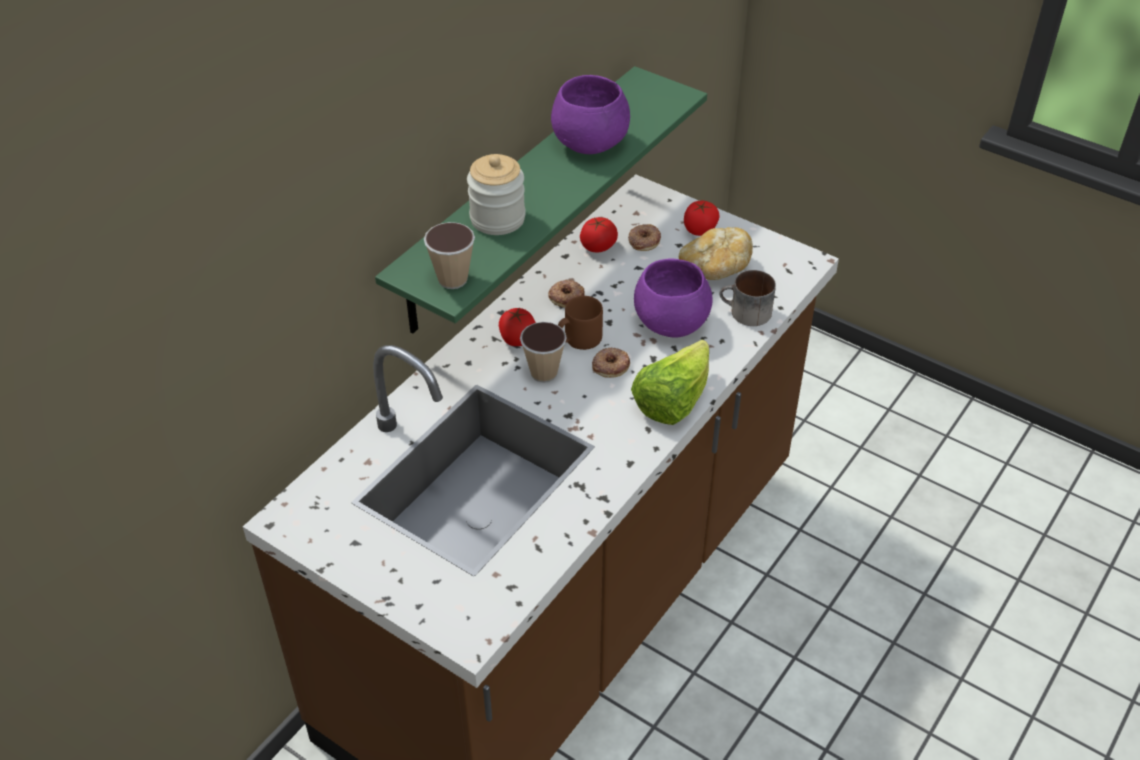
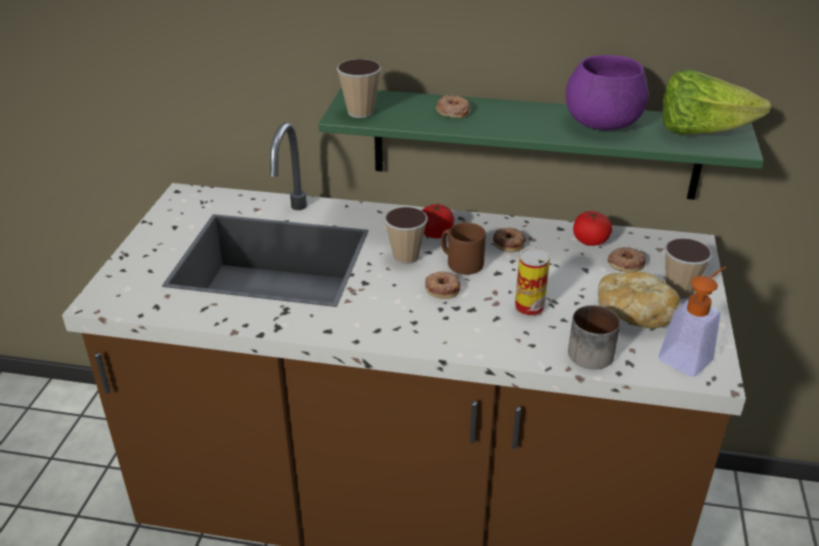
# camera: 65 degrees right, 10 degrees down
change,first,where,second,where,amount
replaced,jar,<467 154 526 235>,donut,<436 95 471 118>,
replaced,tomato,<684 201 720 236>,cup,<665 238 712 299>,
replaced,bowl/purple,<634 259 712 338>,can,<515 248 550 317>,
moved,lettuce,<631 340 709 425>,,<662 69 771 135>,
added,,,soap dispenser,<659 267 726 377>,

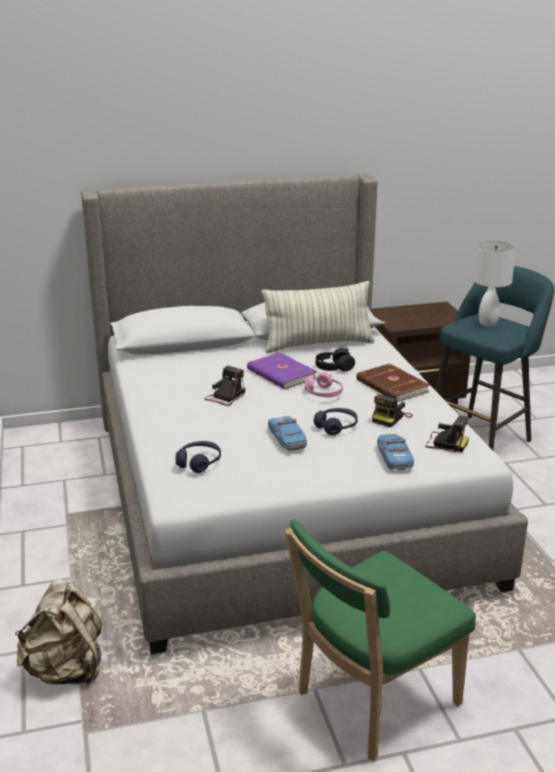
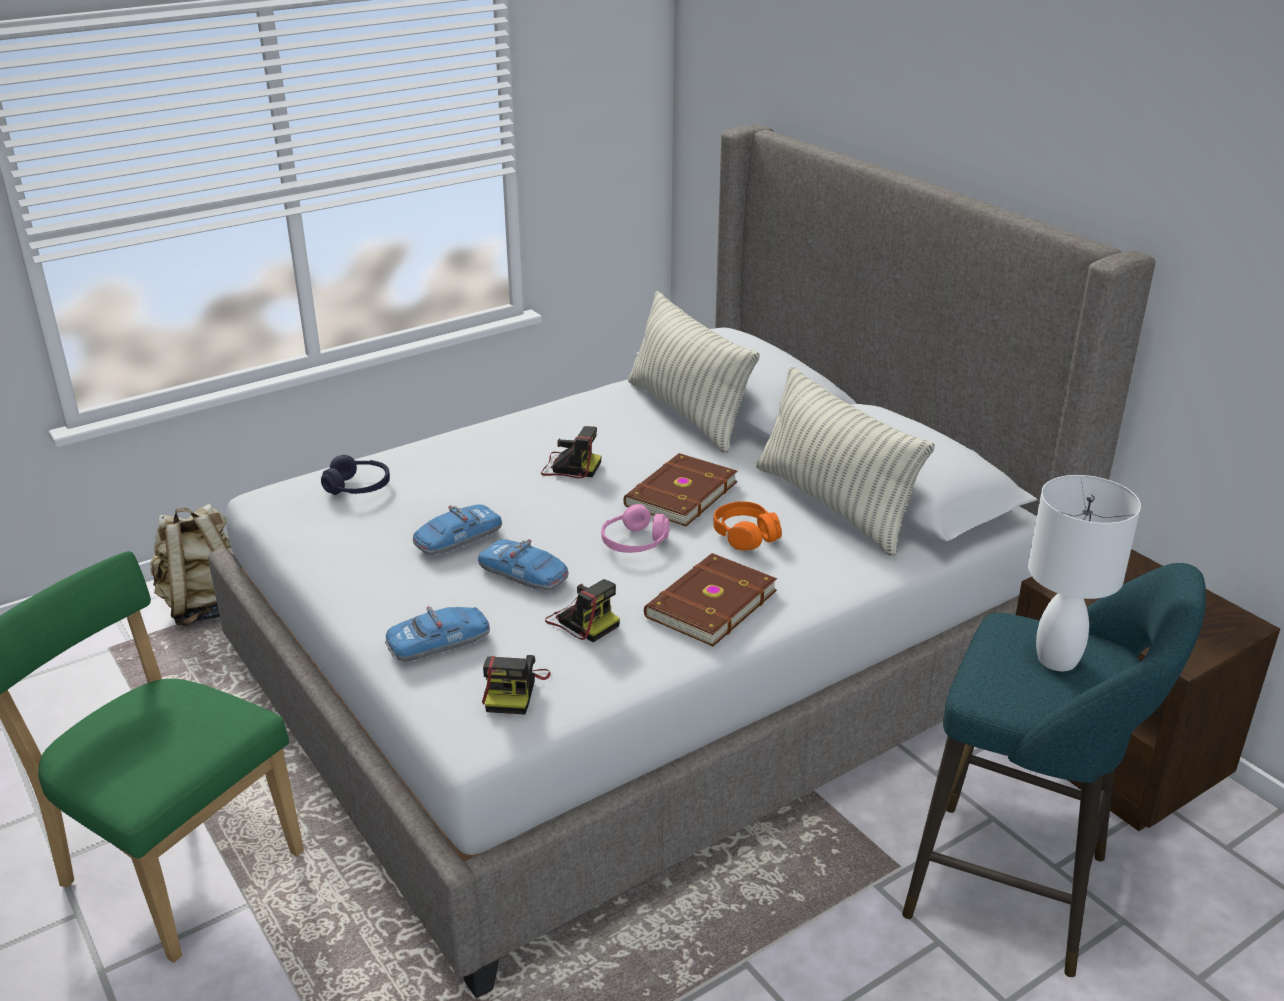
# camera: 70 degrees right, 5 degrees up
change,first,where,second,where,amount
recoloured,headphones/black,<316 348 355 371>,headphones/orange,<714 501 782 551>,
recoloured,book/purple,<247 353 317 389>,book/brown,<623 453 737 526>,
turned,photo camera,<372 394 413 427>,,<545 579 620 642>,150 degrees counterclockwise
replaced,headphones/purple,<314 408 358 435>,toy car,<478 539 569 590>,
added,,,pillow,<628 291 760 453>,

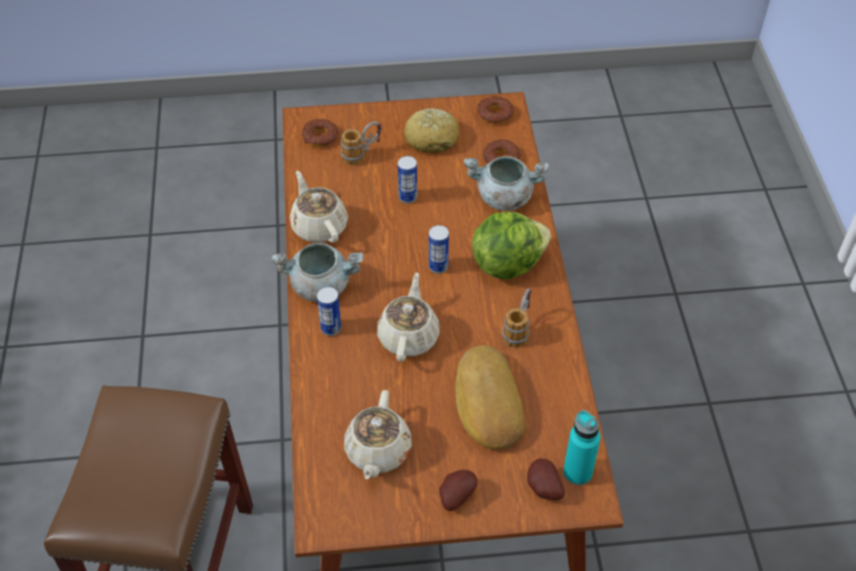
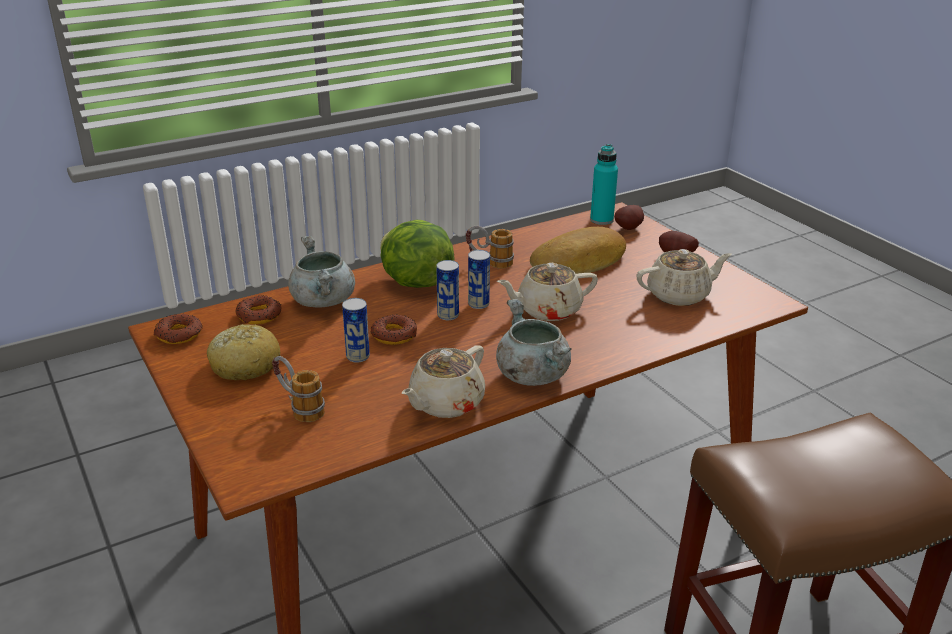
# camera: 115 degrees left, 20 degrees down
change,first,where,second,where,amount
moved,donut,<302 119 339 147>,,<371 314 417 345>,
moved,can,<317 287 341 336>,,<468 250 490 309>,

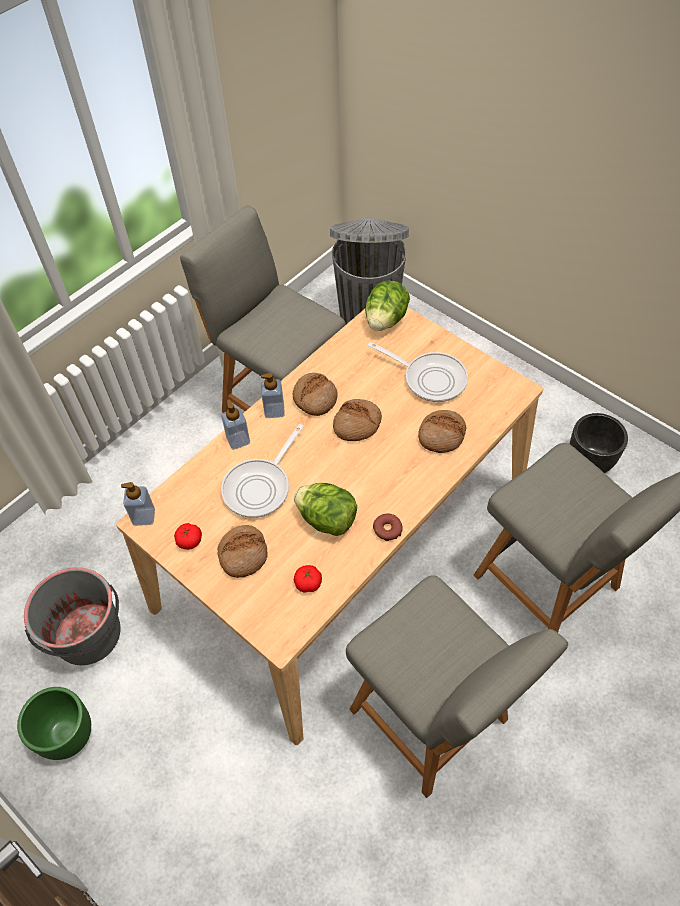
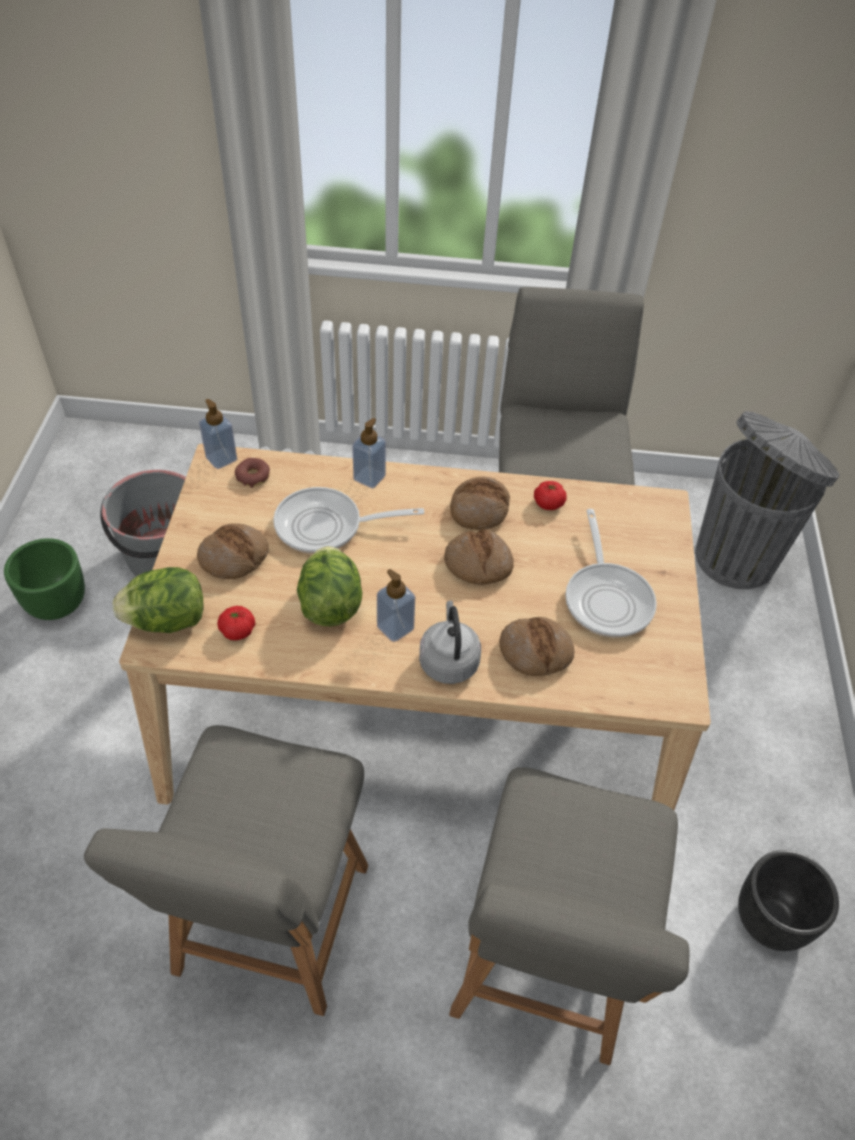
# camera: 50 degrees right, 5 degrees down
change,first,where,second,where,amount
moved,lettuce,<365 280 410 331>,,<112 567 204 633>,
moved,soap dispenser,<261 373 285 418>,,<377 569 415 642>,
moved,donut,<373 514 403 541>,,<235 458 270 488>,
moved,tomato,<174 523 202 550>,,<534 481 567 510>,
added,,,kettle/grey,<419 600 481 684>,

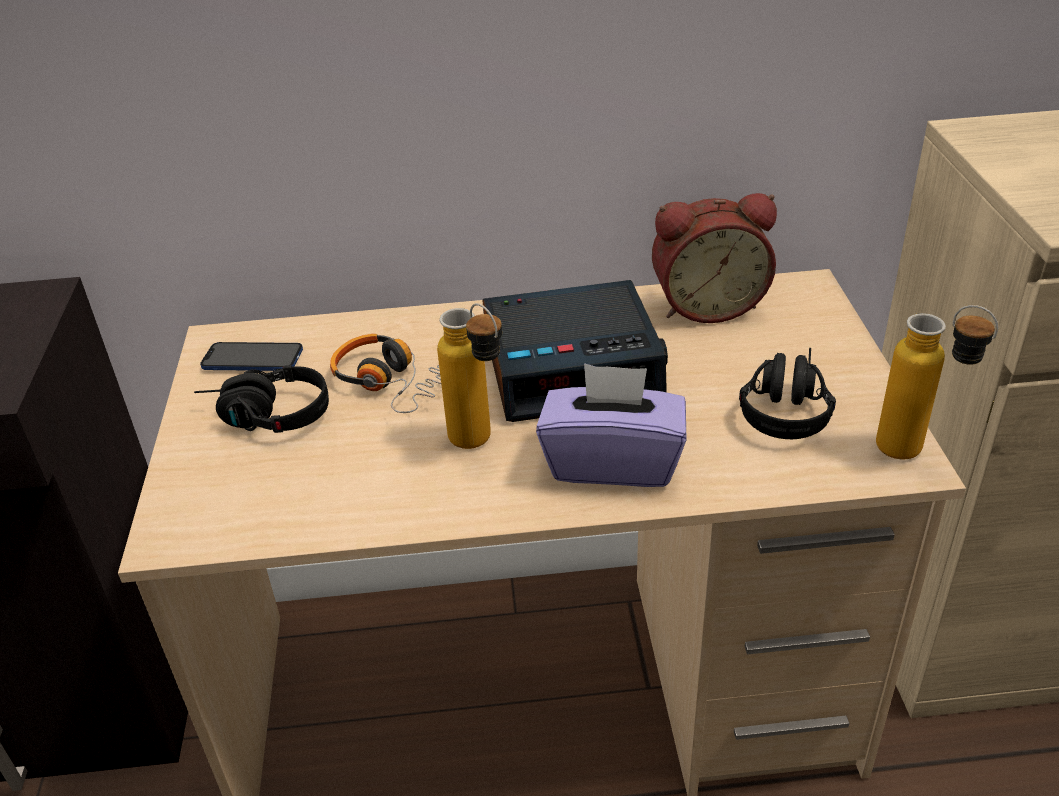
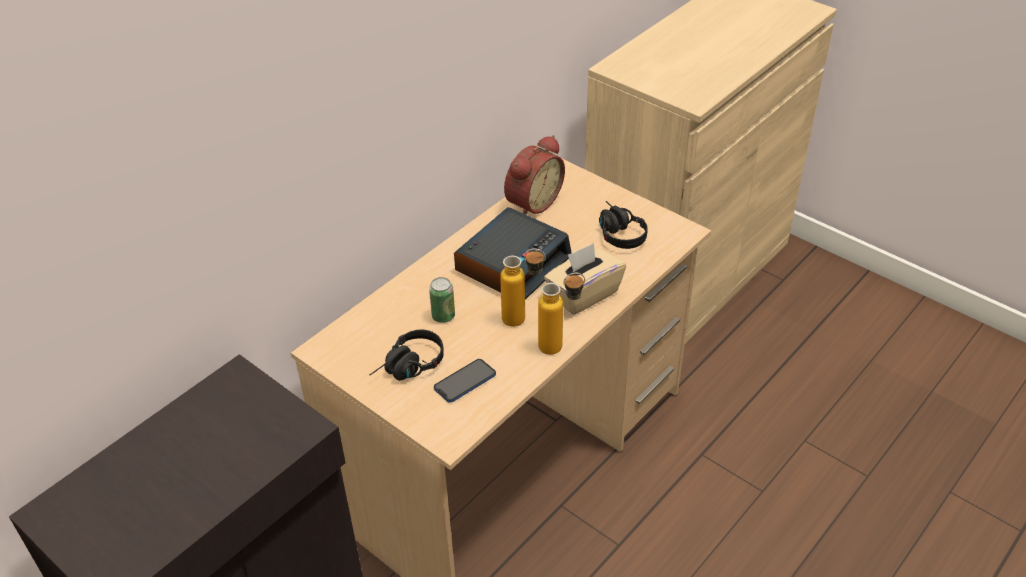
# camera: 45 degrees left, 5 degrees up
change,first,where,second,where,amount
moved,bottle,<876 305 998 460>,,<538 273 585 355>,
replaced,headphones,<330 334 441 413>,can,<429 277 455 323>,
moved,phone,<200 342 303 371>,,<434 359 496 403>,
recoloured,tissue box/purple,<536 363 687 487>,tissue box/beige,<544 243 626 315>,

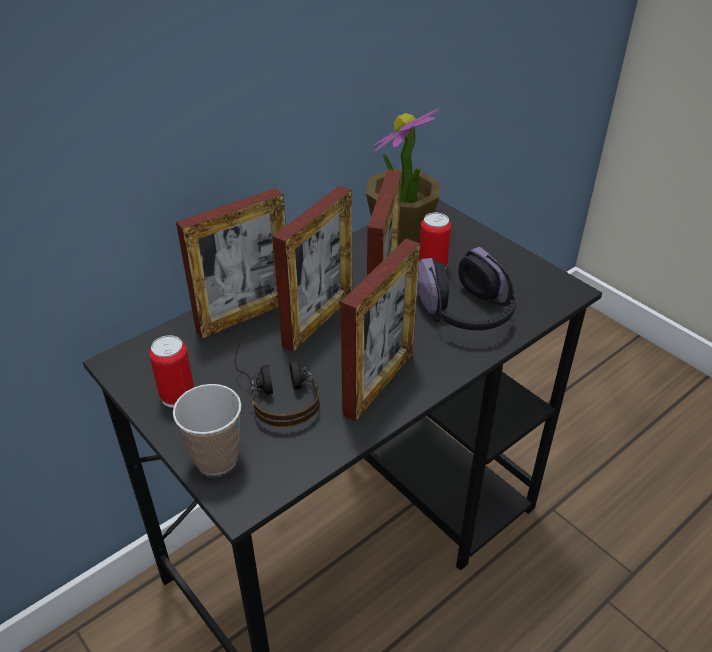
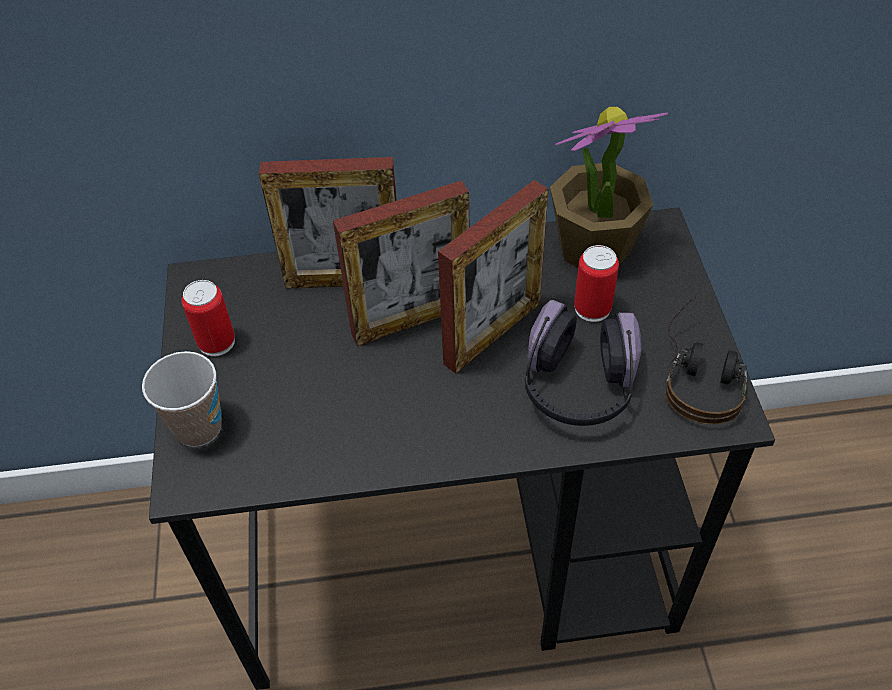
# camera: 35 degrees right, 10 degrees up
change,first,where,second,where,amount
removed,picture frame,<340 239 420 421>,,,
moved,headphones,<234 332 320 427>,,<666 296 748 424>,

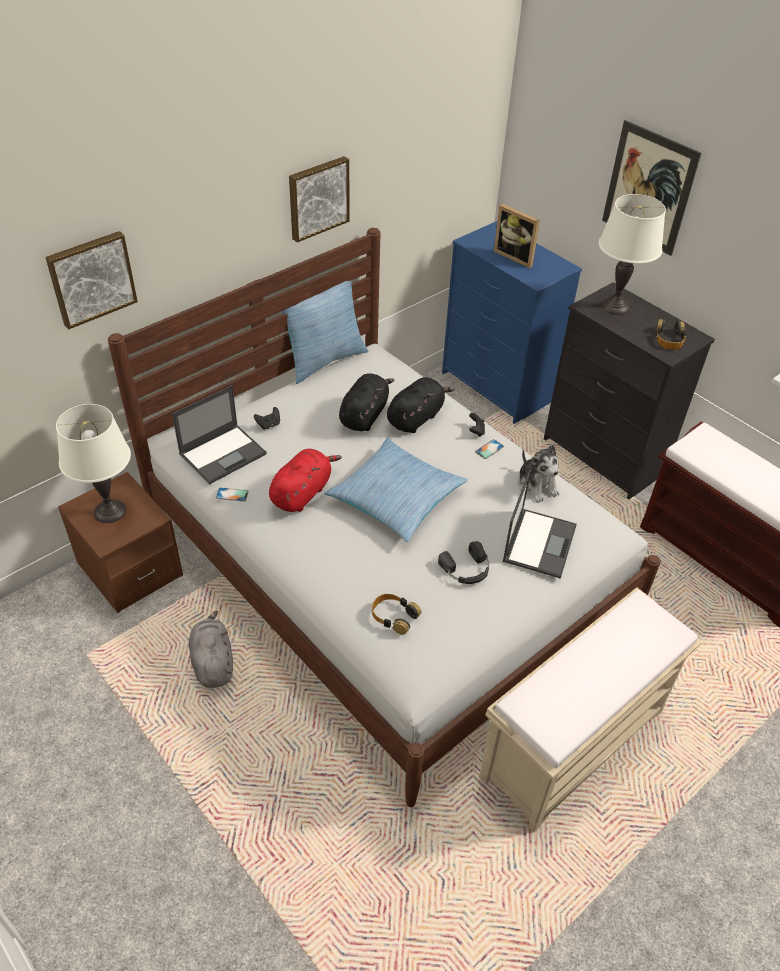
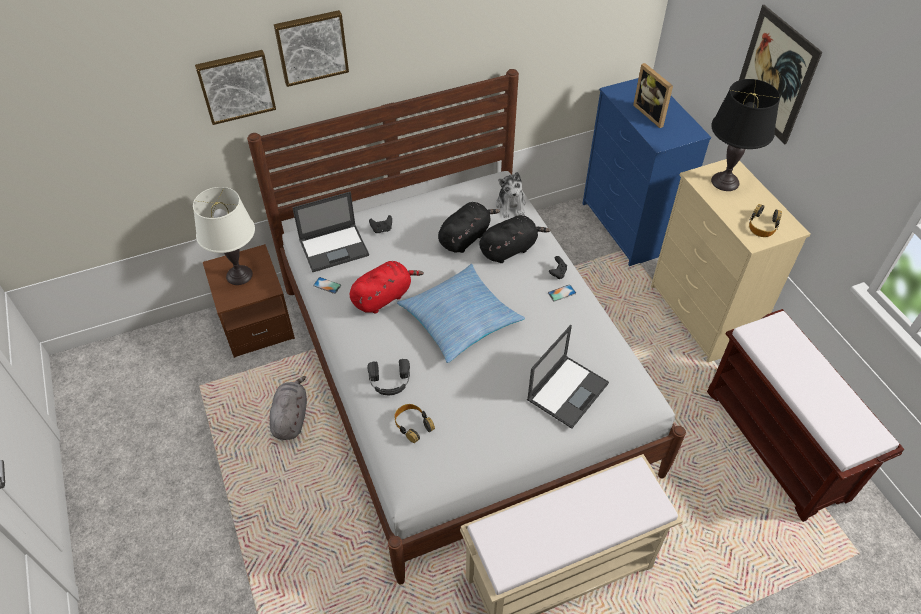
# camera: 20 degrees right, 5 degrees up
change,first,where,second,where,amount
moved,picture,<289 156 349 242>,,<274 10 349 87>,
recoloured,table lamp/white,<598 194 666 315>,table lamp/black,<711 79 780 191>,
removed,pillow,<281 281 368 384>,,,
recoloured,dresser/black,<544 282 715 499>,dresser/beige,<651 159 810 363>,
moved,plush toy,<518 445 560 503>,,<496 172 526 218>,
moved,headphones/black,<438 541 489 584>,,<367 359 410 395>,

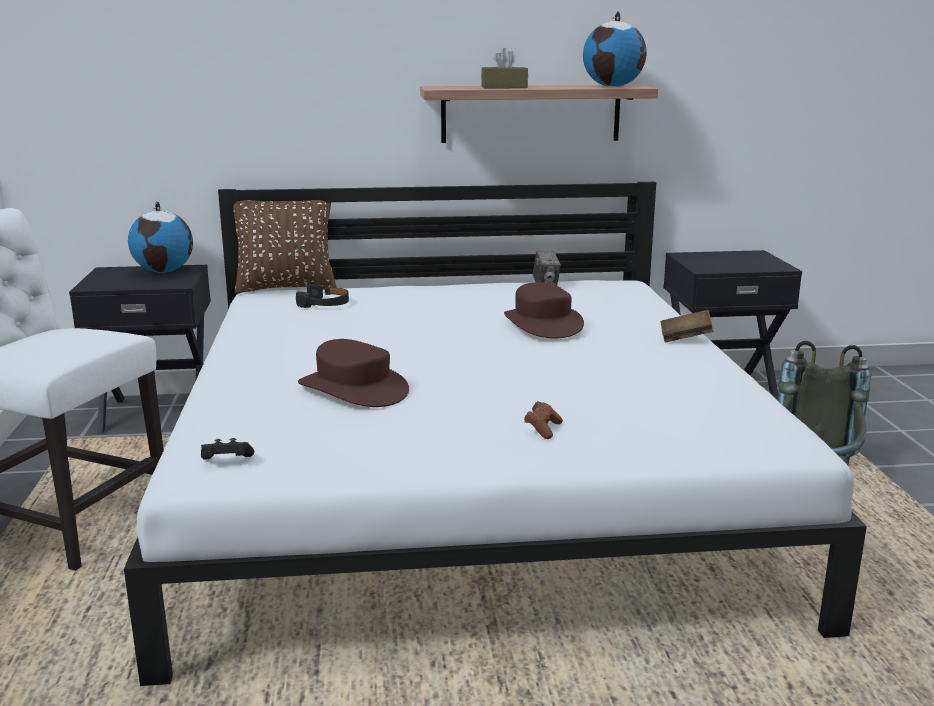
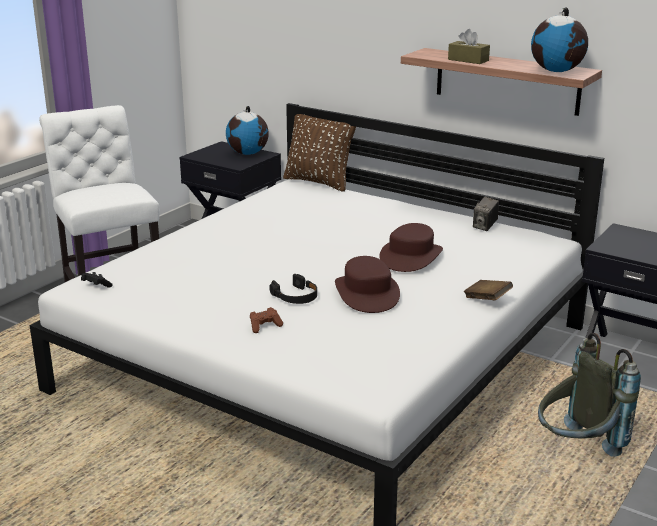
# camera: 40 degrees right, 5 degrees up
change,first,where,second,where,amount
moved,headphones/black,<296 284 349 308>,,<269 274 317 304>,
moved,hat/brown,<298 339 409 407>,,<335 256 400 313>,

